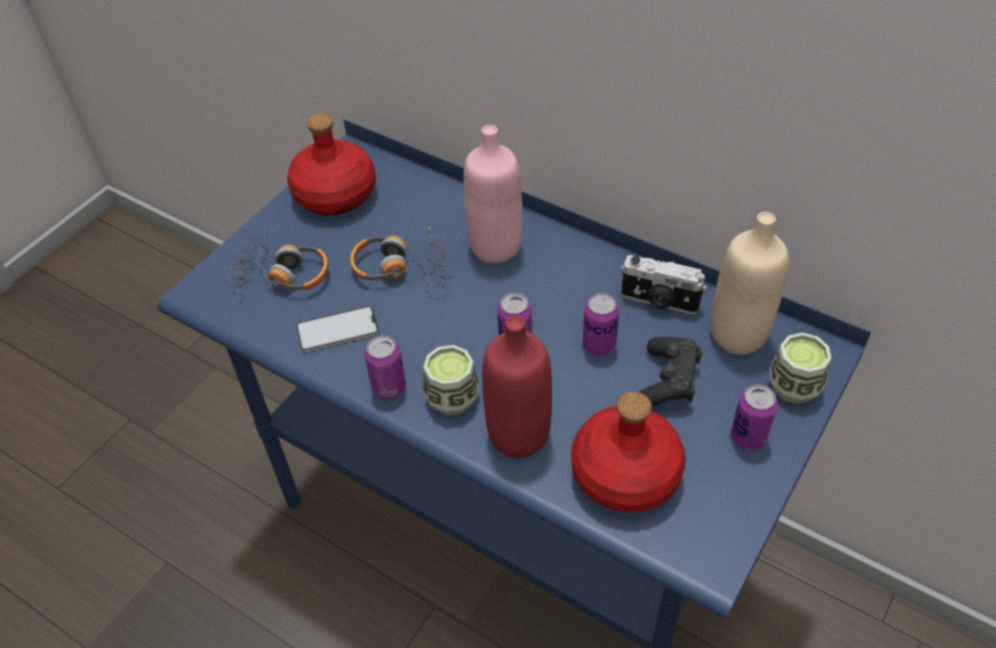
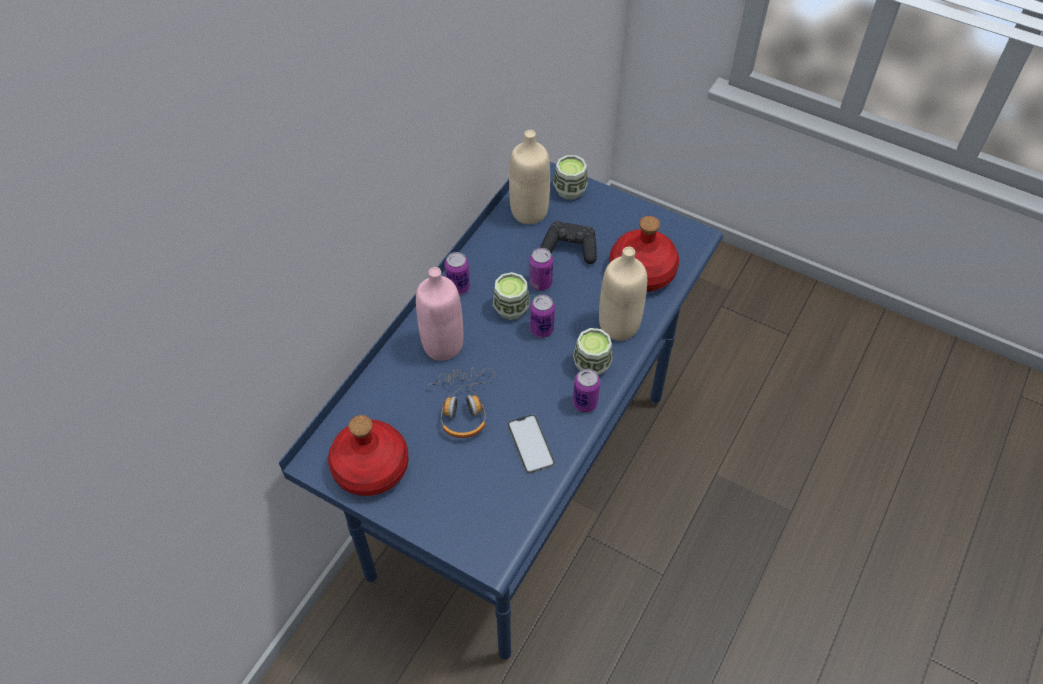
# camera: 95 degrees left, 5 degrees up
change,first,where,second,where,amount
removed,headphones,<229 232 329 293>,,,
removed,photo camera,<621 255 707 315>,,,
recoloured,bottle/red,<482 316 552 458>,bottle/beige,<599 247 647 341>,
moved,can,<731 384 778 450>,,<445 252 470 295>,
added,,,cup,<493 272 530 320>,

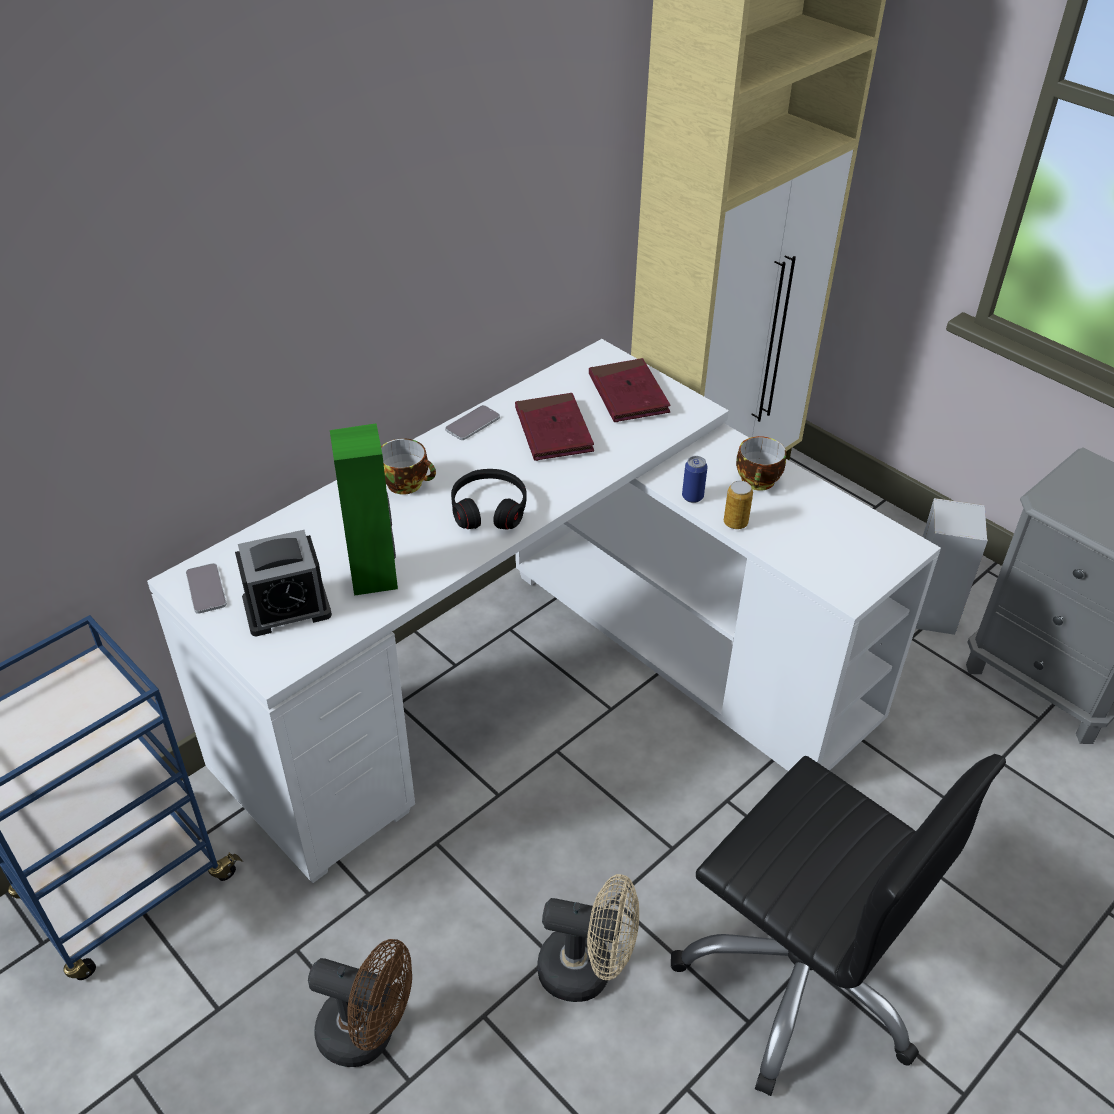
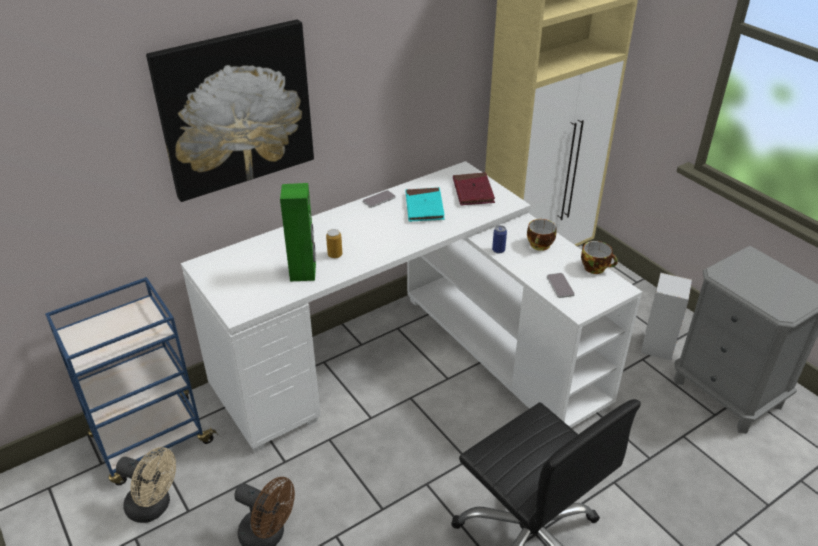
# camera: 10 degrees right, 5 degrees down
change,first,where,second,where,amount
recoloured,book/red,<515 393 594 461>,book/turquoise,<405 187 445 222>,
moved,cup,<381 438 436 495>,,<581 241 618 274>,
removed,headphones/black,<451 469 527 530>,,,
moved,can,<724 481 753 529>,,<326 229 342 259>,
removed,alarm clock,<235 530 332 636>,,,
moved,phone,<186 563 227 614>,,<547 273 575 298>,
moved,fan/beige,<537 874 639 1002>,,<116 447 176 523>,
added,,,picture,<146 20 314 202>,

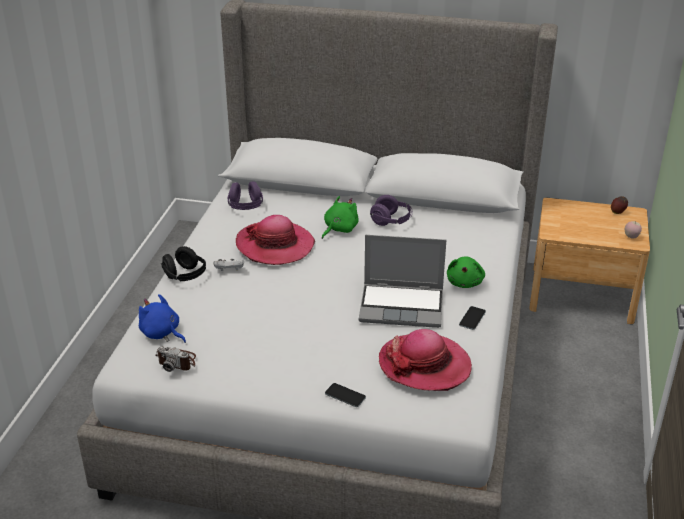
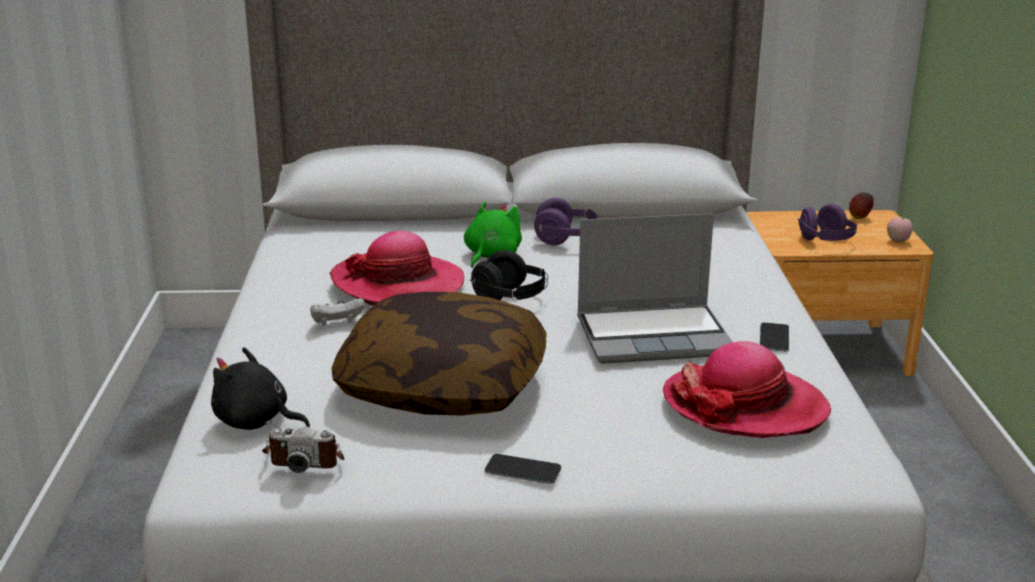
# camera: 15 degrees left, 10 degrees down
change,first,where,second,where,amount
moved,headphones/purple,<228 181 263 210>,,<798 204 857 241>,
moved,headphones/black,<161 246 206 281>,,<470 250 548 300>,
removed,plush toy/green,<447 256 485 288>,,,
recoloured,plush toy/blue,<139 294 186 343>,plush toy/black,<211 347 310 431>,
moved,phone,<325 383 366 407>,,<485 454 561 484>,
added,,,pillow,<331 291 546 415>,

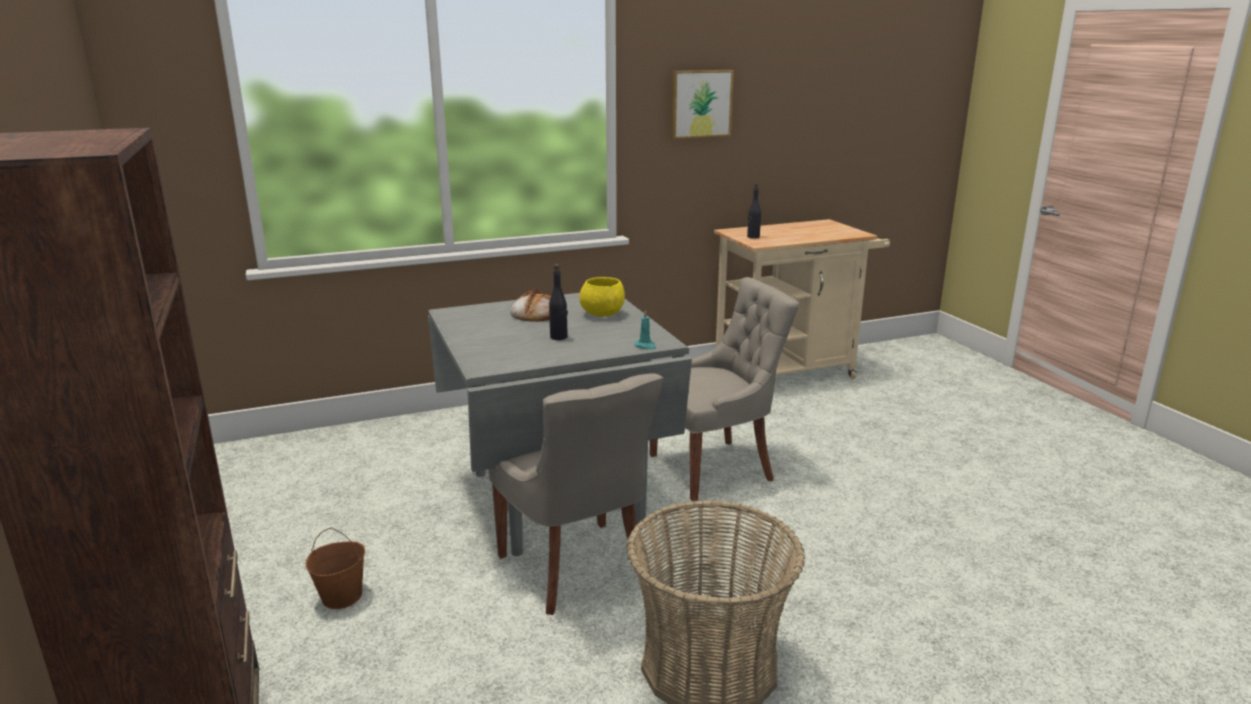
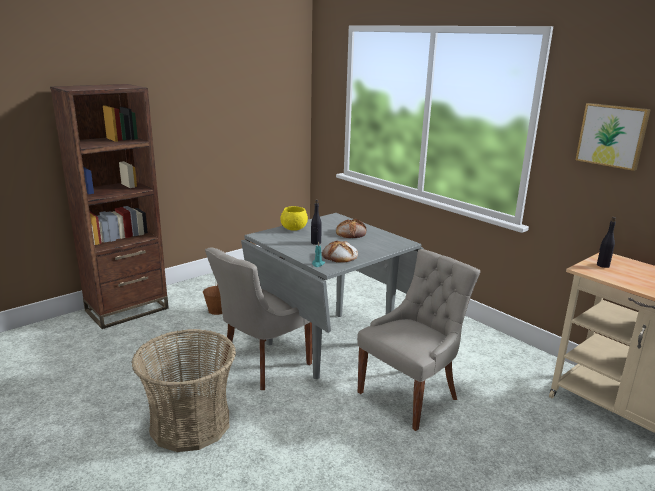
# camera: 70 degrees right, 0 degrees up
change,first,where,second,where,amount
moved,bowl/yellow,<579 277 625 317>,,<280 206 308 231>,
turned,chair/grey,<649 277 799 501>,,<357 249 481 431>,90 degrees counterclockwise
added,,,bread,<322 241 358 263>,

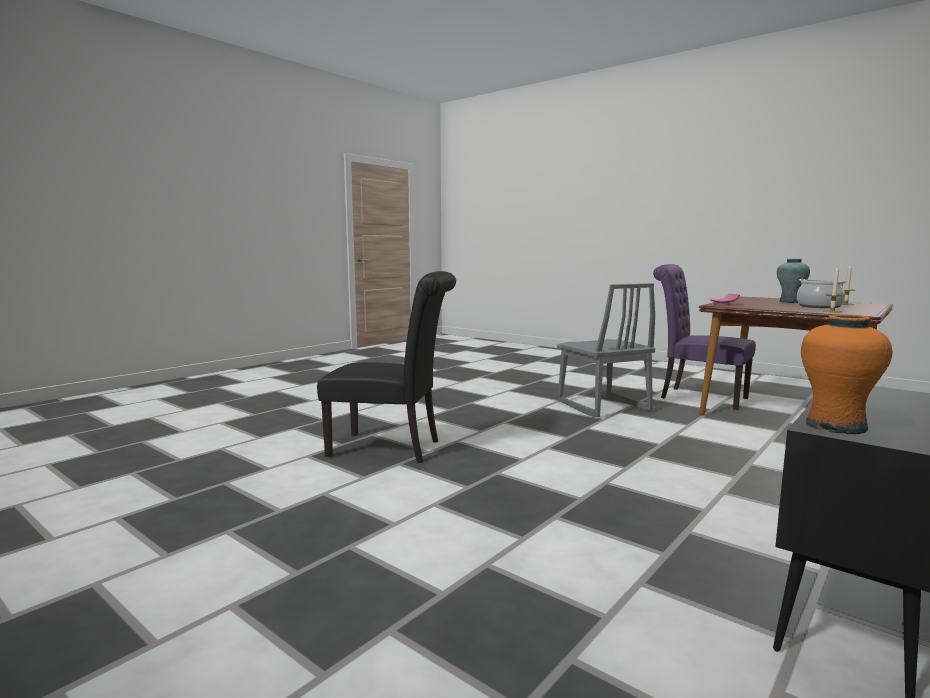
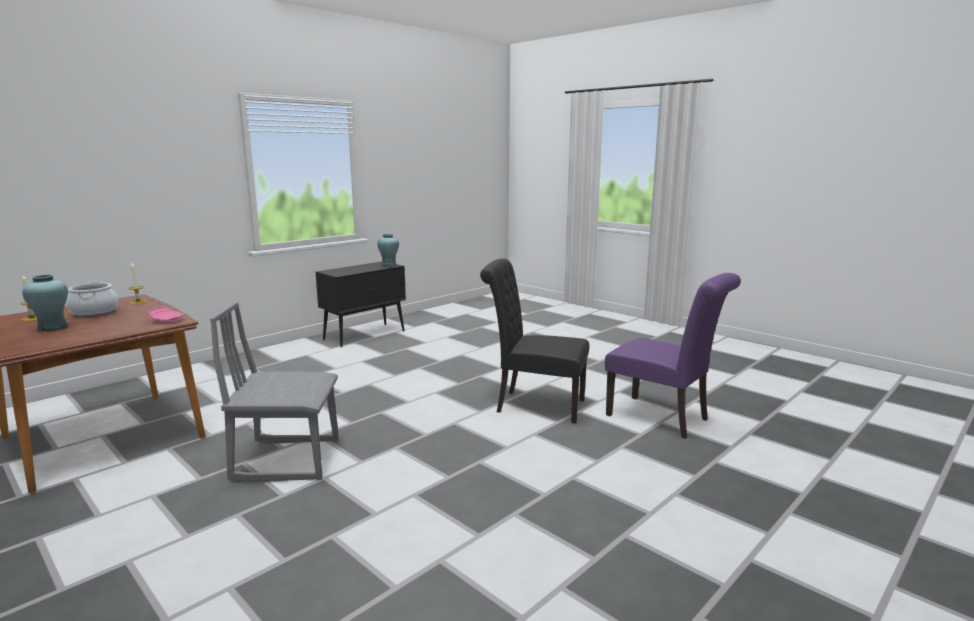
# camera: 175 degrees left, 5 degrees up
change,first,where,second,where,amount
moved,chair/purple,<653 264 756 410>,,<605 273 741 439>,
turned,chair/grey,<557 283 655 417>,,<210 302 339 483>,75 degrees counterclockwise
recoloured,vase/orange,<801 314 893 434>,vase/turquoise,<377 234 399 267>,

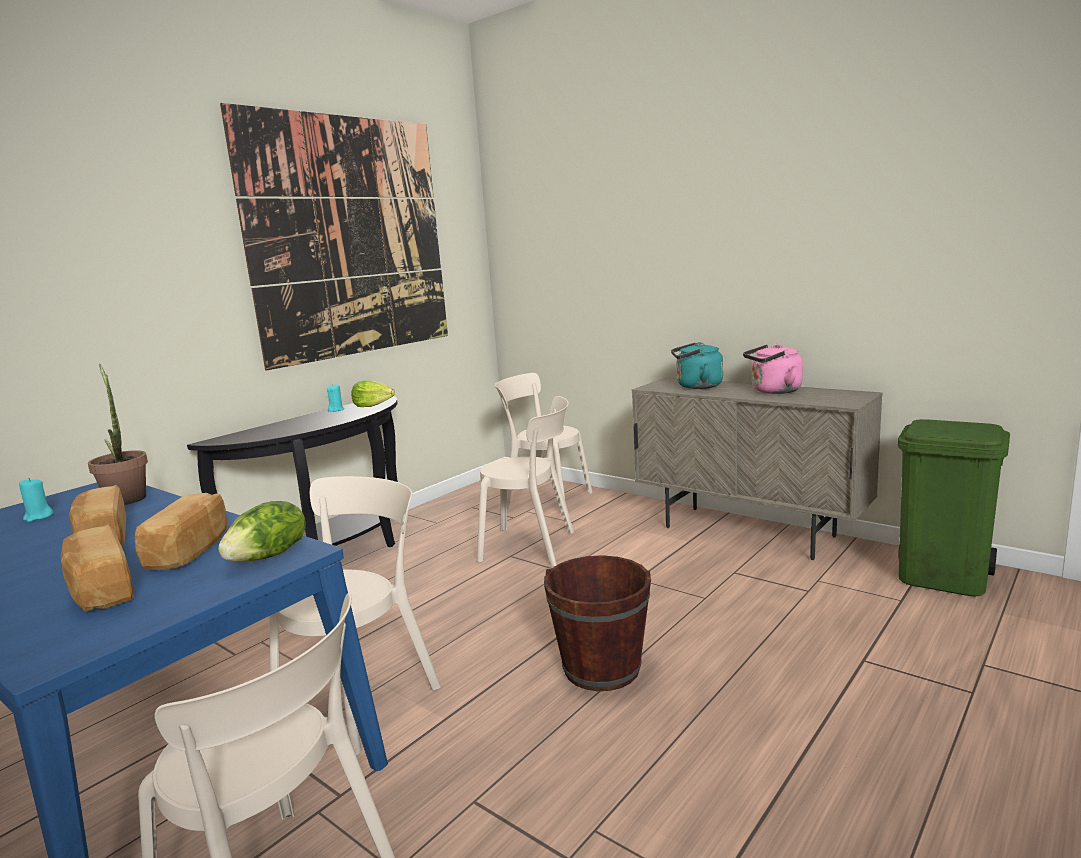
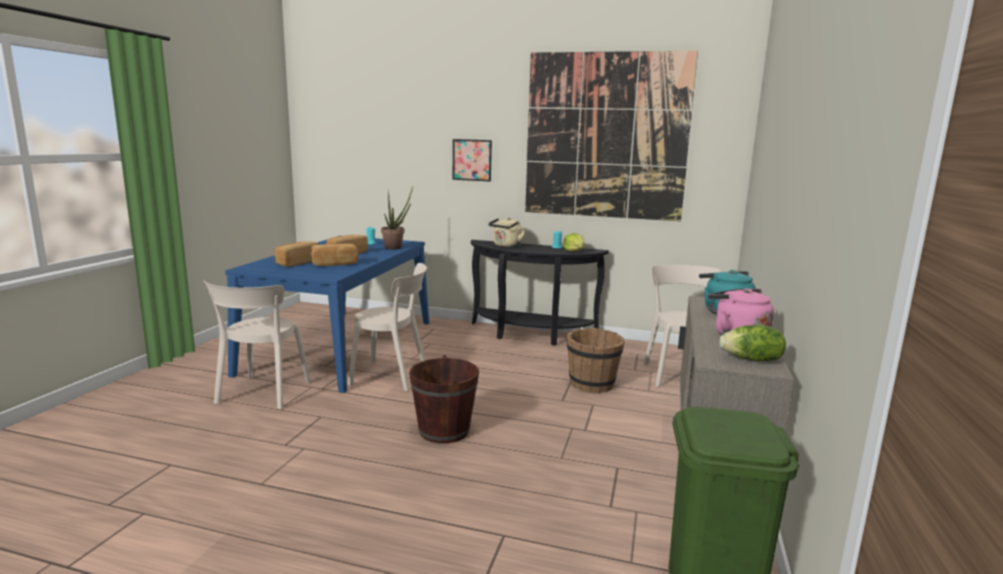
# camera: 65 degrees right, 0 degrees up
change,first,where,second,where,amount
replaced,chair/beige,<477 396 574 566>,bucket/brown,<567 328 625 393>,
moved,lettuce,<218 501 306 562>,,<719 325 786 362>,
added,,,picture,<453 139 492 181>,
added,,,kettle/beige,<488 218 526 247>,

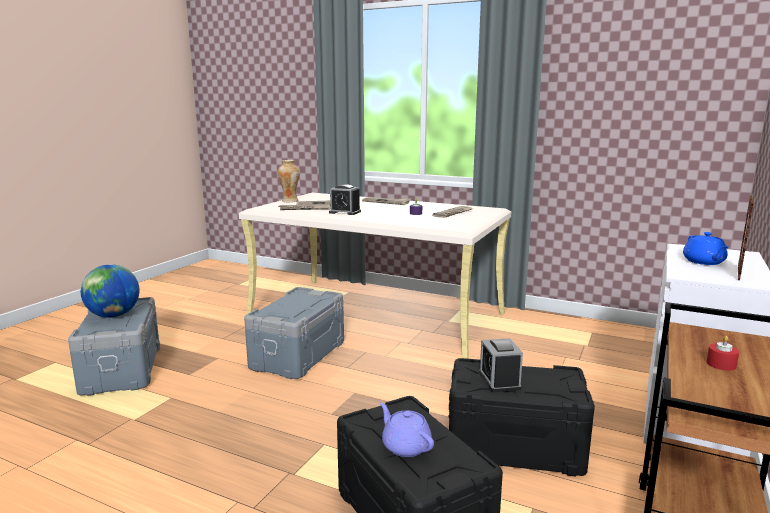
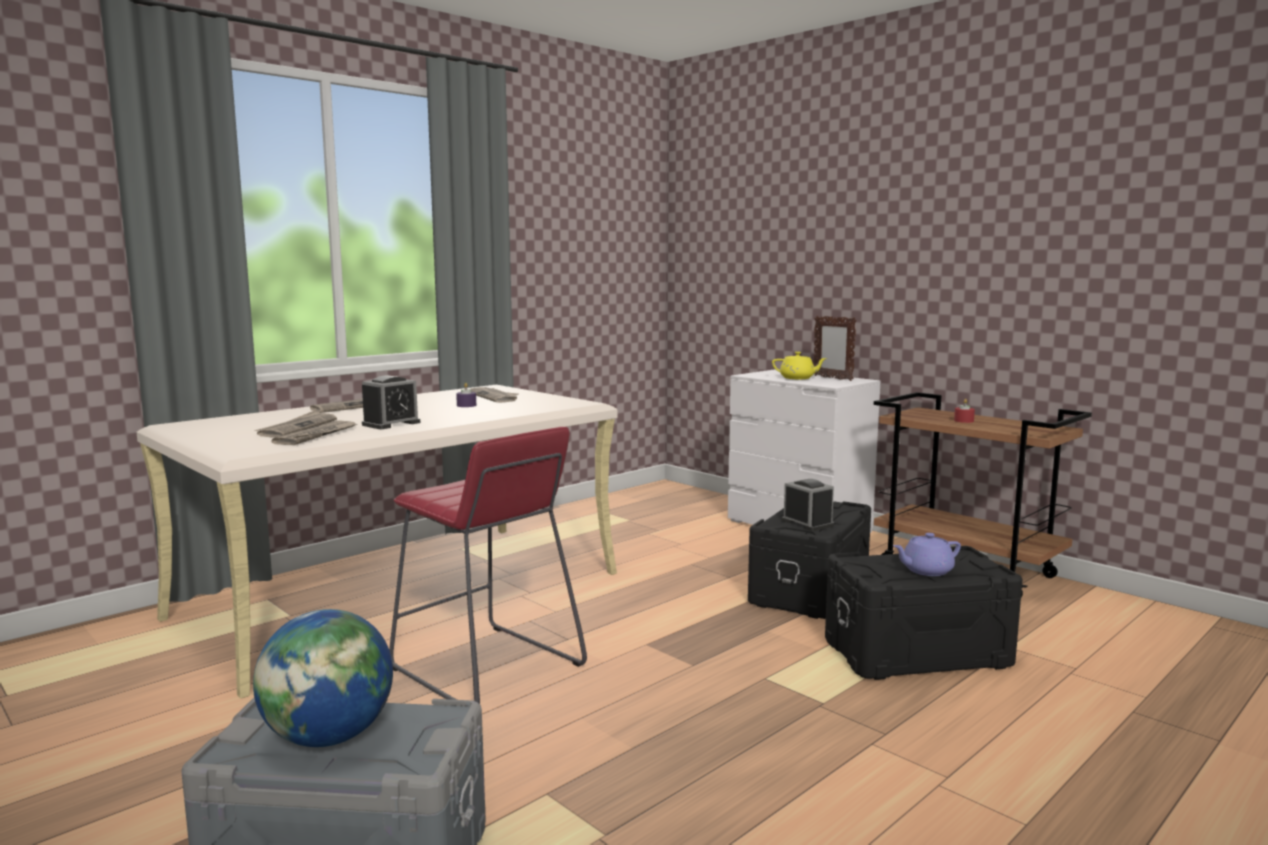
# camera: 70 degrees left, 5 degrees down
change,first,where,second,where,amount
removed,vase,<277 160 299 202>,,,
recoloured,teapot/blue,<683 232 728 265>,teapot/yellow,<772 352 827 379>,
replaced,storage box/grey,<244 287 344 379>,stool/red,<389 427 587 704>,
turned,alarm clock,<479 338 523 392>,,<782 479 834 531>,135 degrees counterclockwise

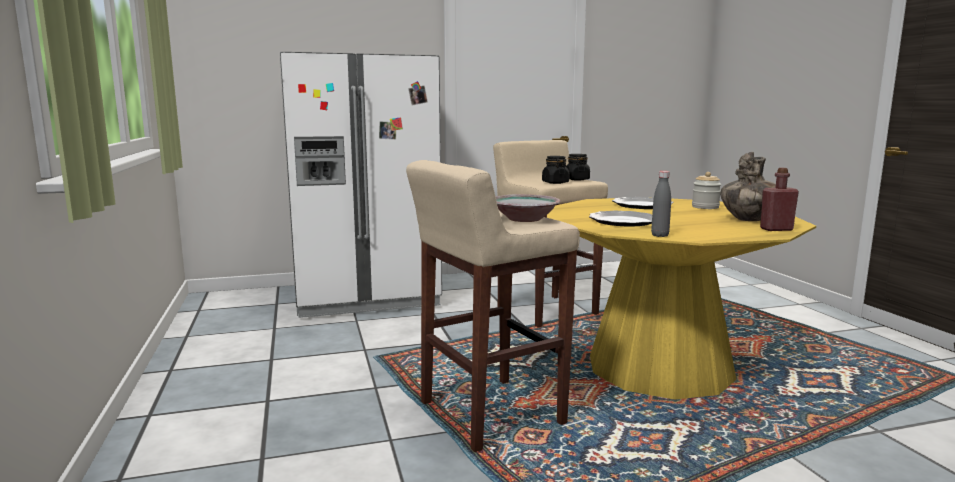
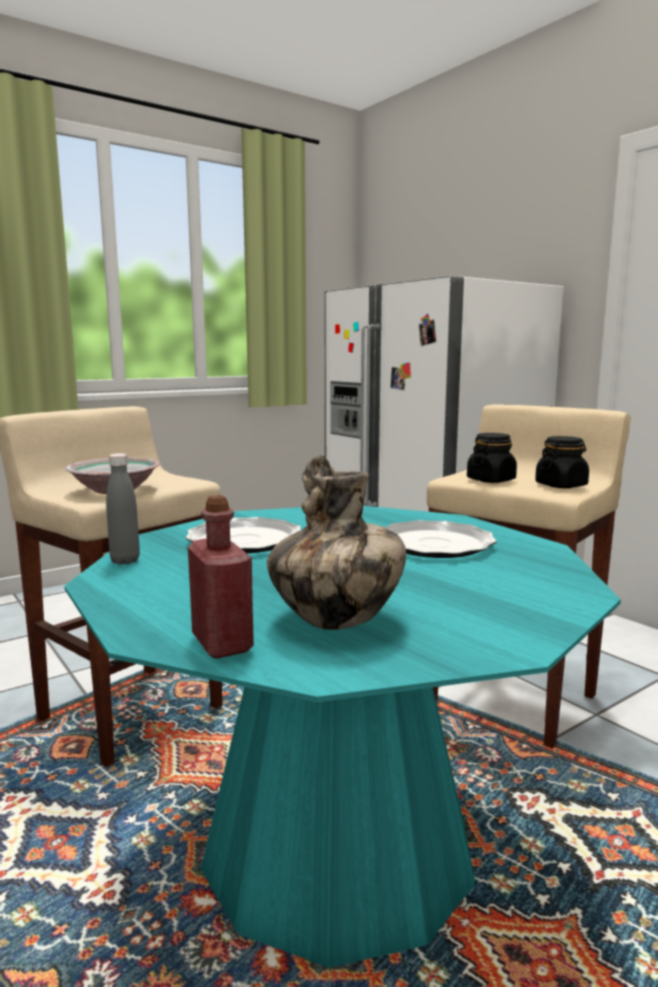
# camera: 70 degrees right, 0 degrees up
change,first,where,second,where,amount
removed,jar,<692 172 721 209>,,,
recoloured,dining table/yellow,<547 197 816 400>,dining table/turquoise,<64 506 621 967>,

